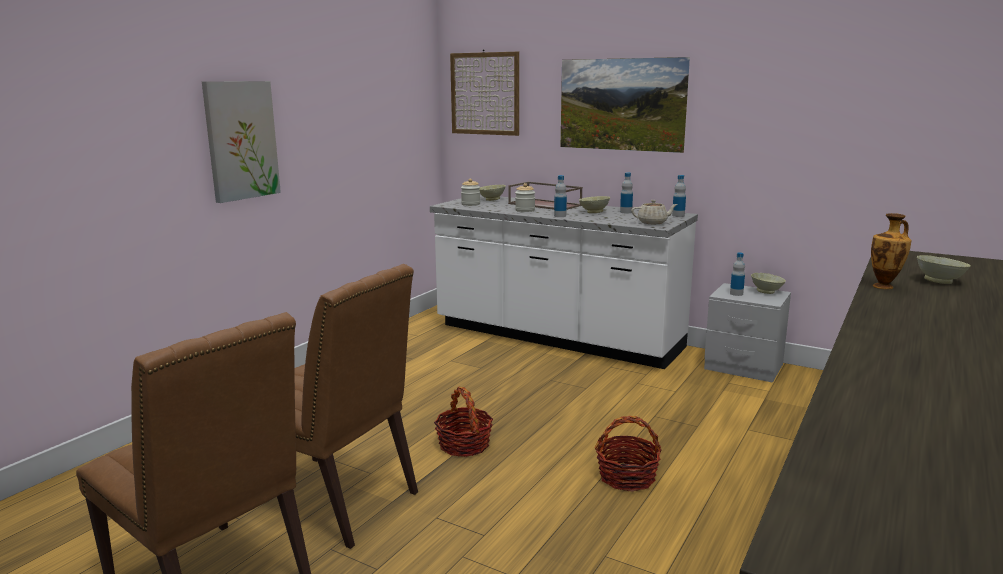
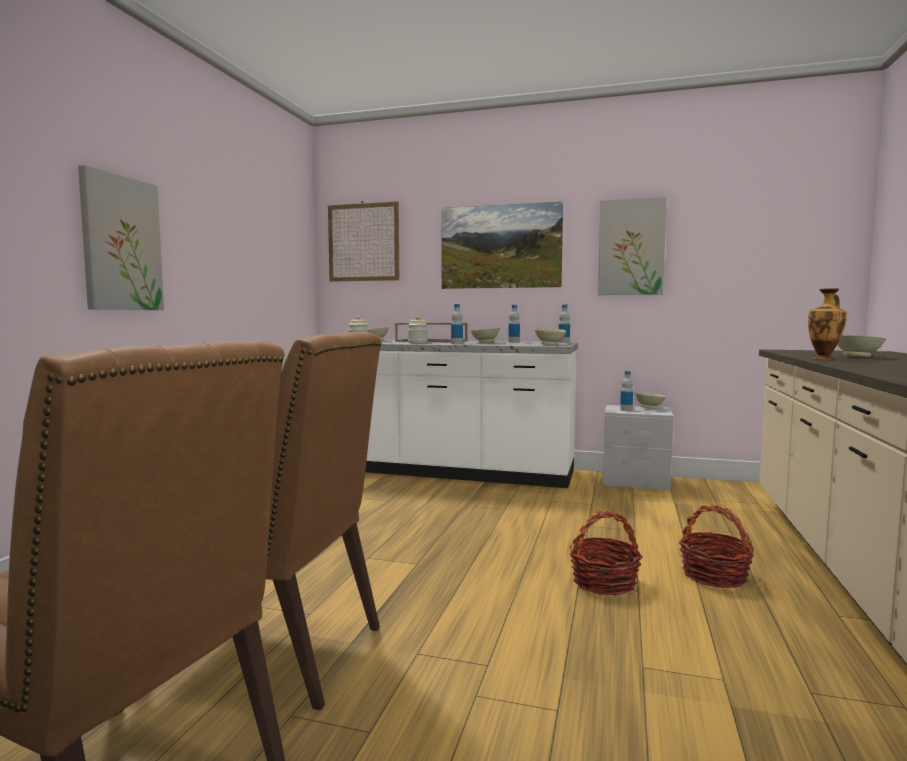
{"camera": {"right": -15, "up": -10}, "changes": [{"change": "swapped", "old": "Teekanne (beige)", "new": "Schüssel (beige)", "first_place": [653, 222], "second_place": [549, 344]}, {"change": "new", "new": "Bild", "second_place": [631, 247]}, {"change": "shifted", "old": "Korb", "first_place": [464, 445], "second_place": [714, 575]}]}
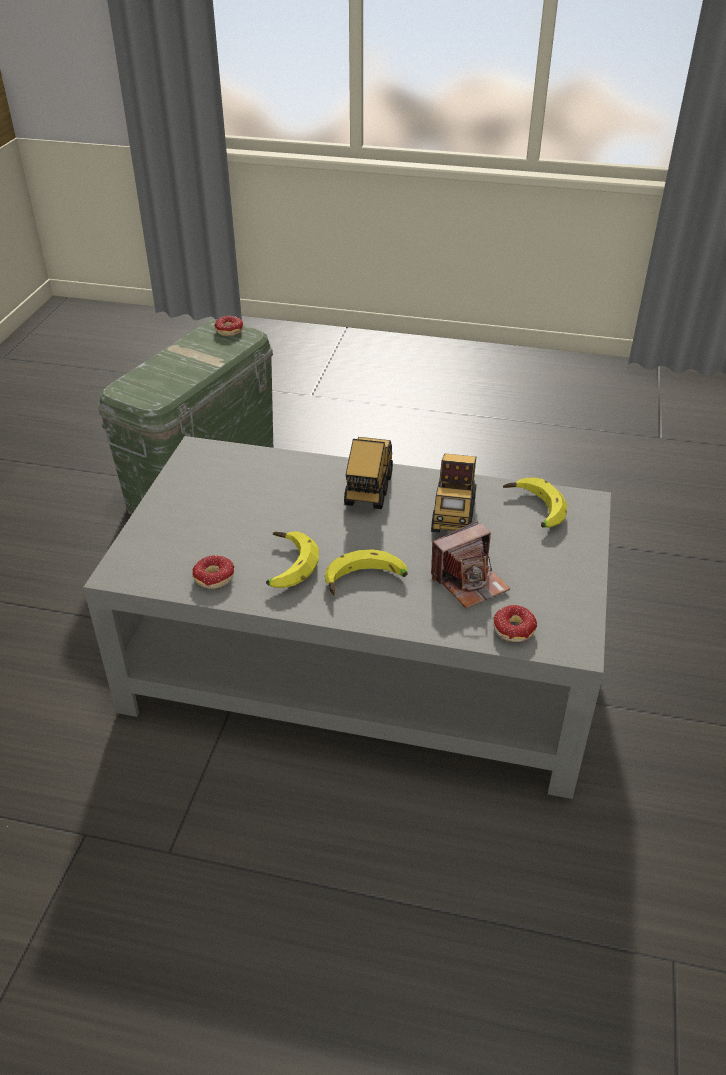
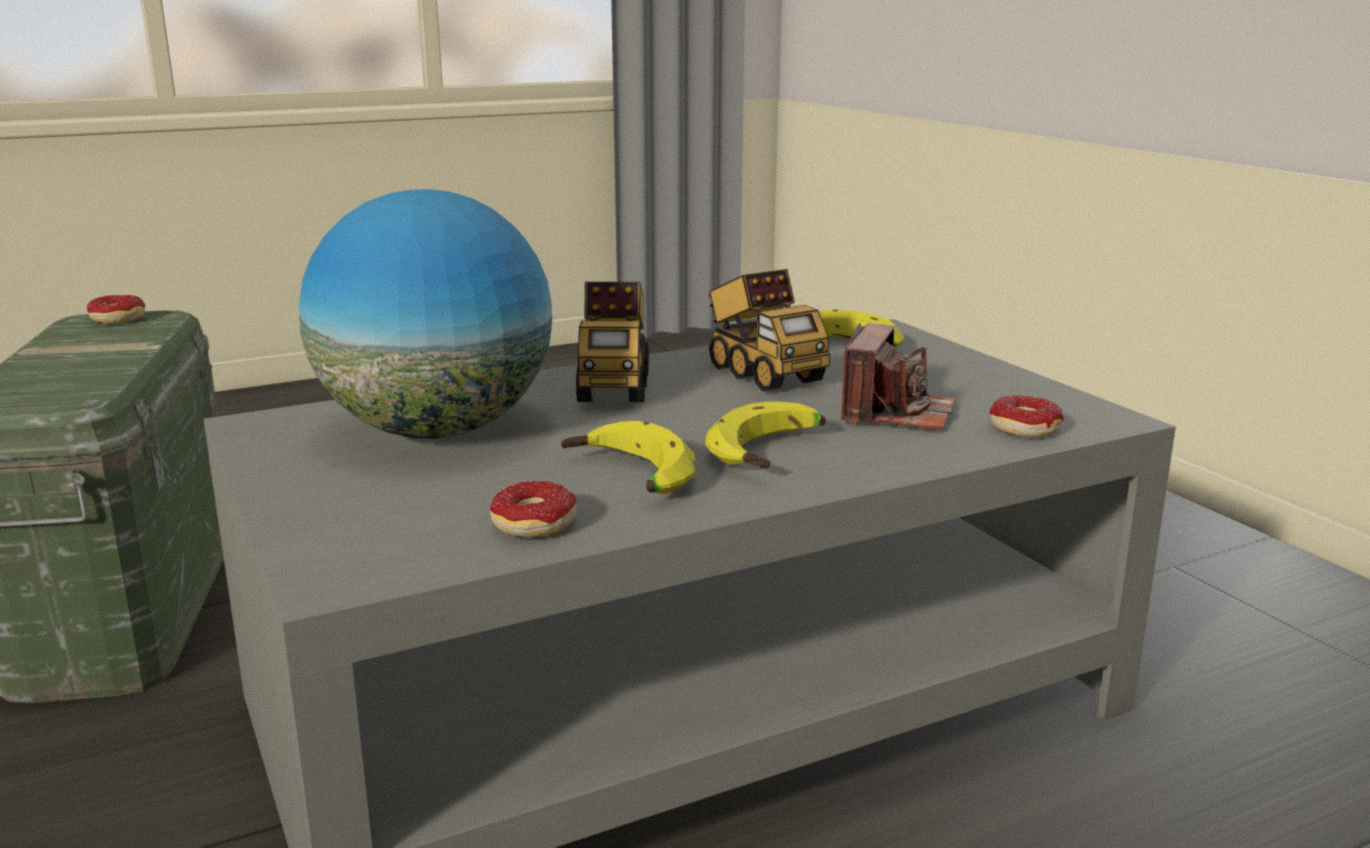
{"camera": {"right": -40, "up": -20}, "changes": [{"change": "new", "new": "Globus", "second_place": [436, 430]}, {"change": "rotated", "old": "Spielzeuglaster", "first_place": [368, 491], "second_place": [614, 387], "degrees": -150}]}
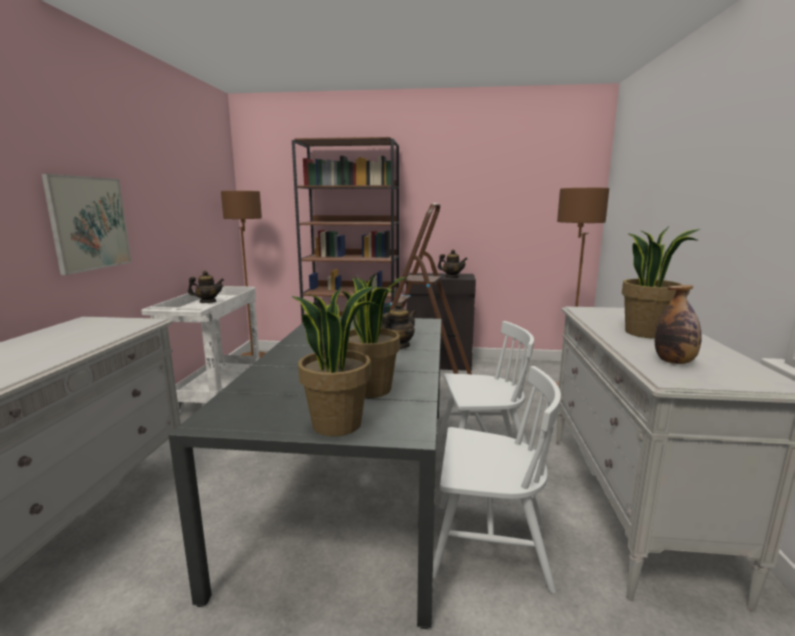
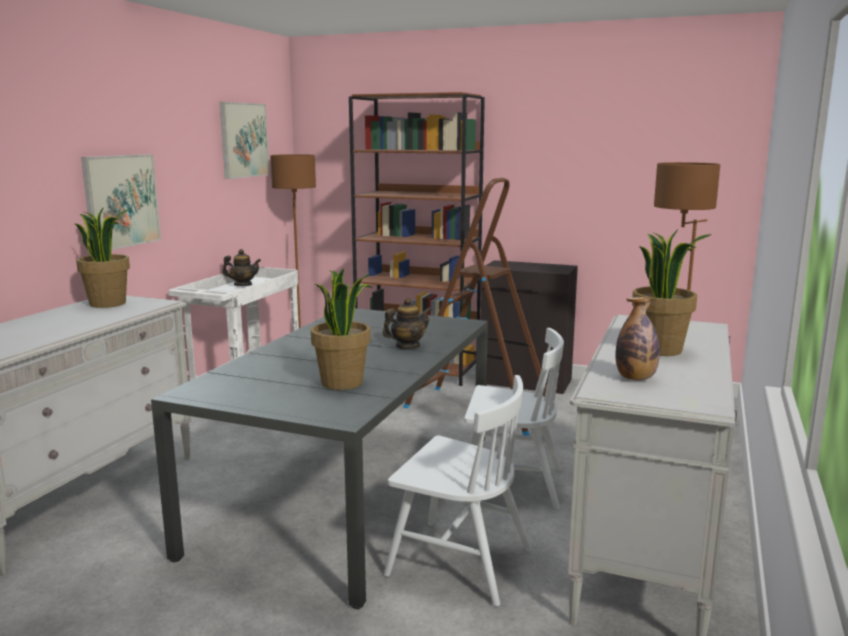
{"camera": {"right": 15, "up": 0}, "changes": [{"change": "shifted", "old": "Topfpflanze", "first_place": [337, 424], "second_place": [108, 303]}, {"change": "new", "new": "Bild", "second_place": [244, 140]}, {"change": "gone", "old": "Teekanne", "first_place": [452, 277]}]}
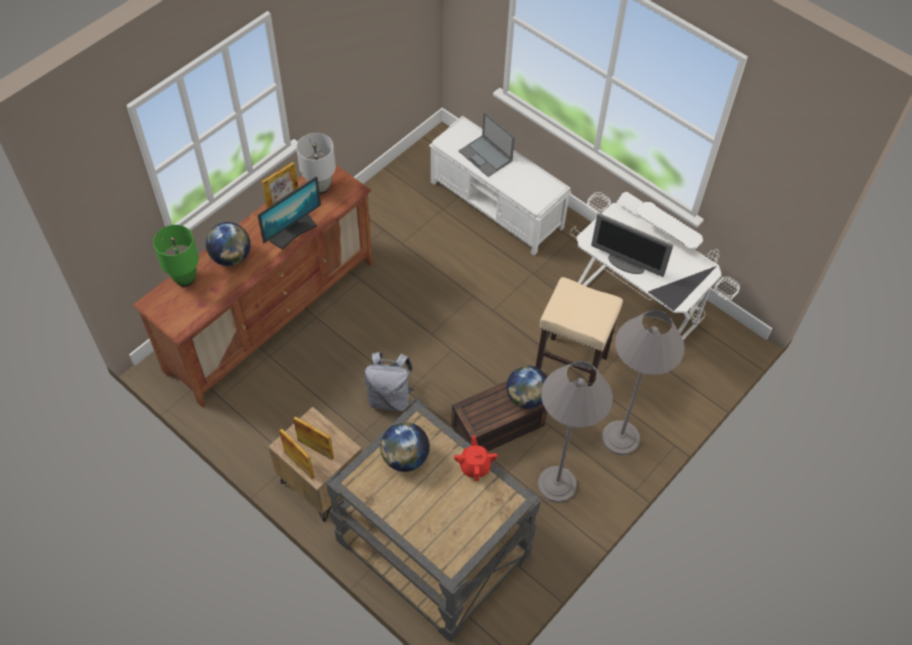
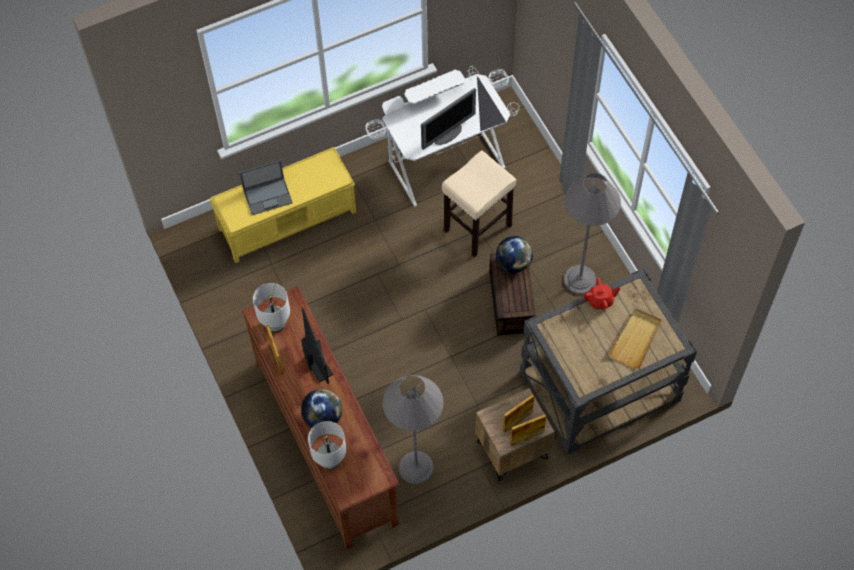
{"camera": {"right": -65, "up": 5}, "changes": [{"change": "repainted", "old": "Bank (weiß)", "new": "Bank (gelb)", "first_place": [497, 205], "second_place": [288, 219]}, {"change": "repainted", "old": "Tischlampe (grün)", "new": "Tischlampe (weiß)", "first_place": [185, 278], "second_place": [330, 460]}, {"change": "shifted", "old": "Stehlampe (grau)", "first_place": [620, 438], "second_place": [416, 467]}, {"change": "rotated", "old": "Teekanne (rot)", "first_place": [475, 466], "second_place": [600, 300], "degrees": 150}, {"change": "new", "new": "Tablett (beige)", "second_place": [636, 339]}, {"change": "gone", "old": "Rucksack (grau)", "first_place": [389, 397]}, {"change": "gone", "old": "Globus", "first_place": [405, 458]}]}
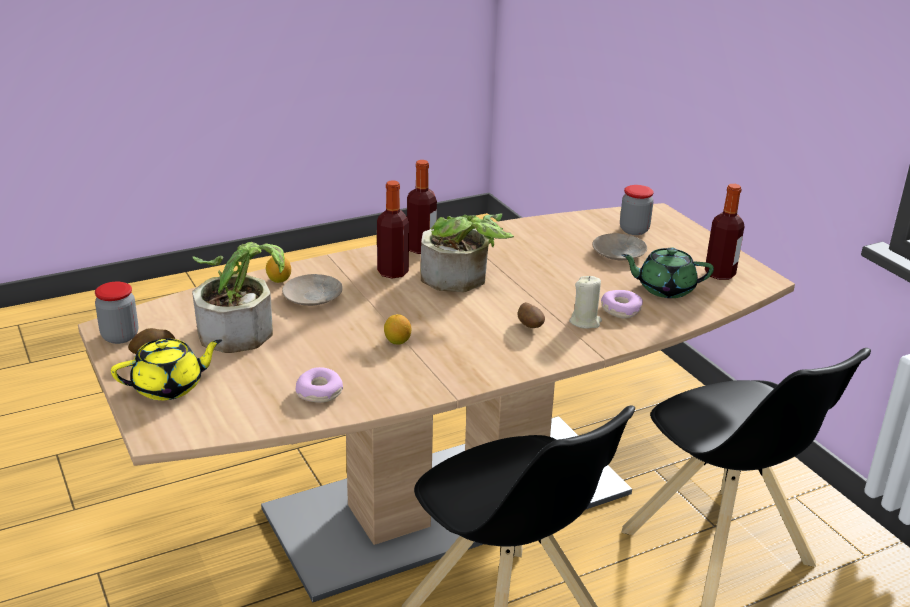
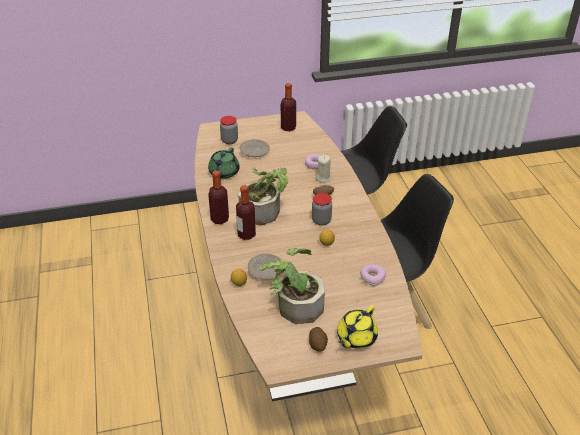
{"camera": {"right": -75, "up": 10}, "changes": [{"change": "shifted", "old": "Teekanne (grün)", "first_place": [664, 289], "second_place": [223, 173]}, {"change": "shifted", "old": "Vorratsglas", "first_place": [120, 336], "second_place": [321, 220]}, {"change": "rotated", "old": "Teekanne (gelb)", "first_place": [169, 387], "second_place": [356, 338], "degrees": -135}]}
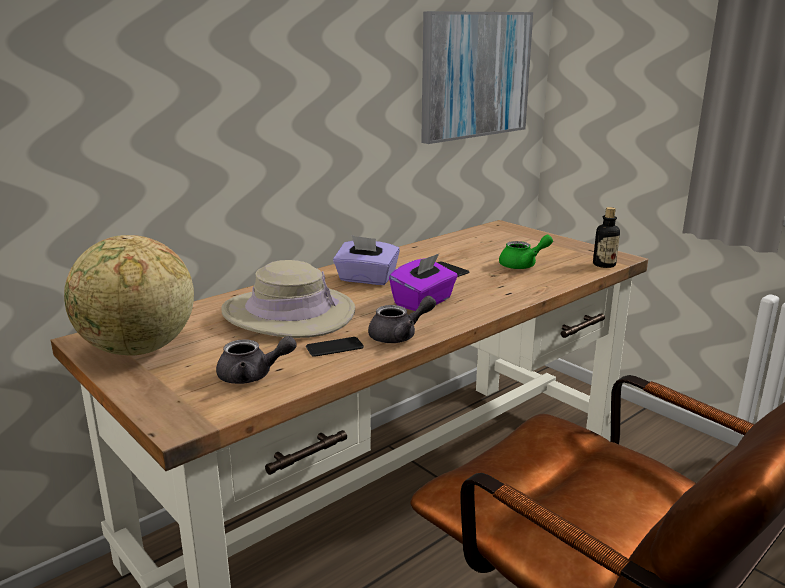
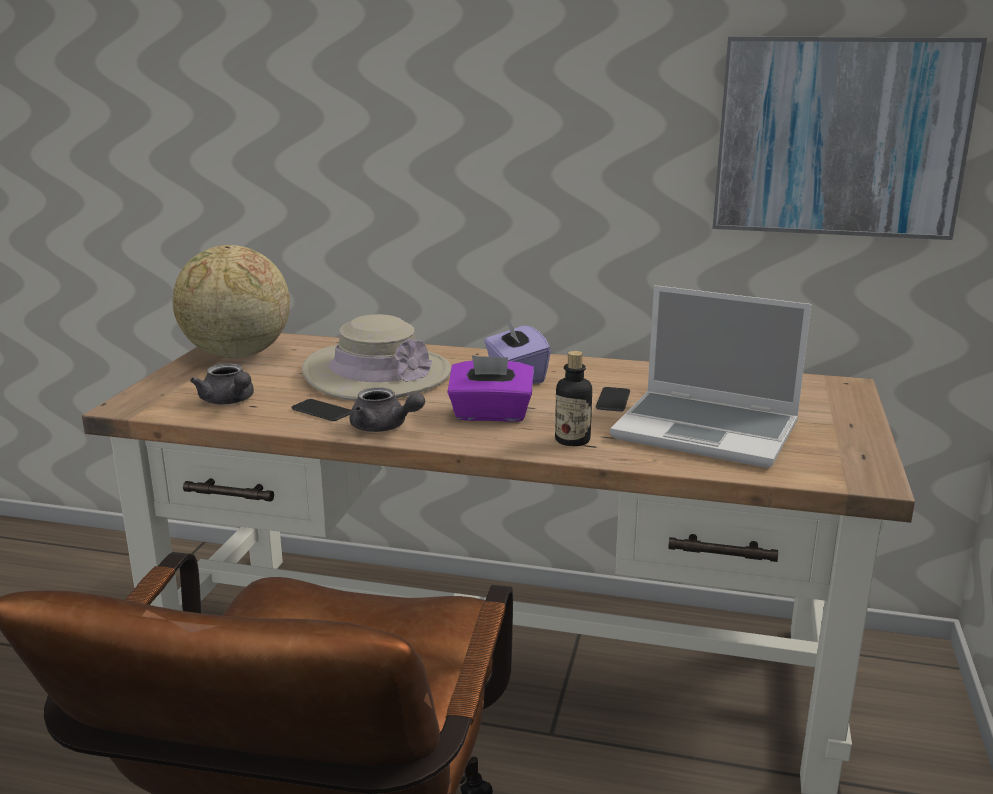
{"camera": {"right": 55, "up": 0}, "changes": [{"change": "shifted", "old": "Flasche", "first_place": [604, 265], "second_place": [572, 440]}, {"change": "swapped", "old": "Teekanne (grün)", "new": "Laptop", "first_place": [523, 265], "second_place": [708, 431]}]}
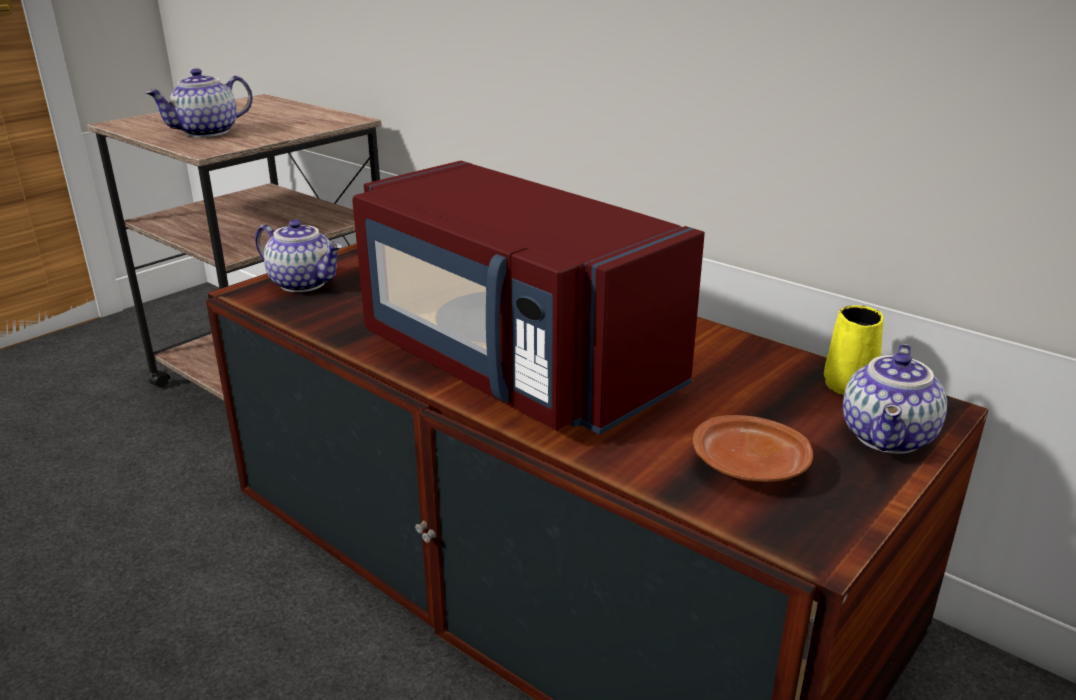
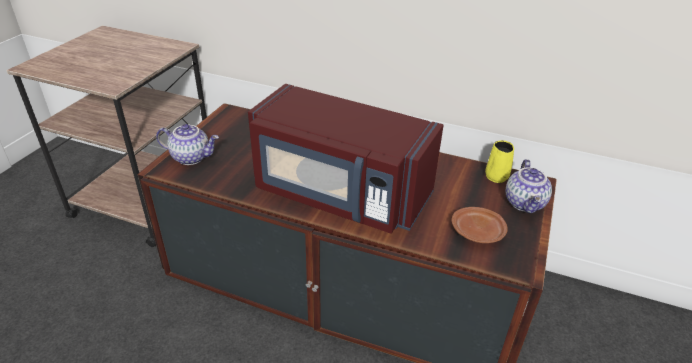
{"camera": {"right": -20, "up": 10}, "changes": [{"change": "gone", "old": "Teekanne", "first_place": [207, 133]}]}
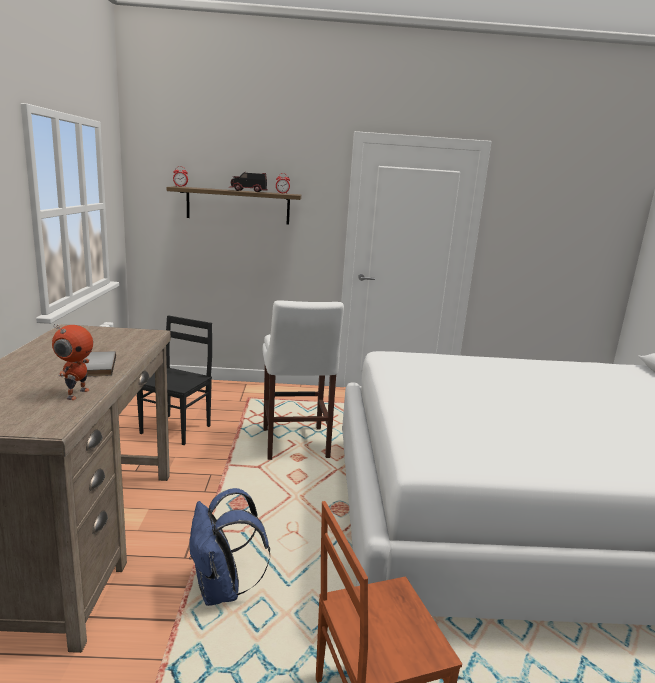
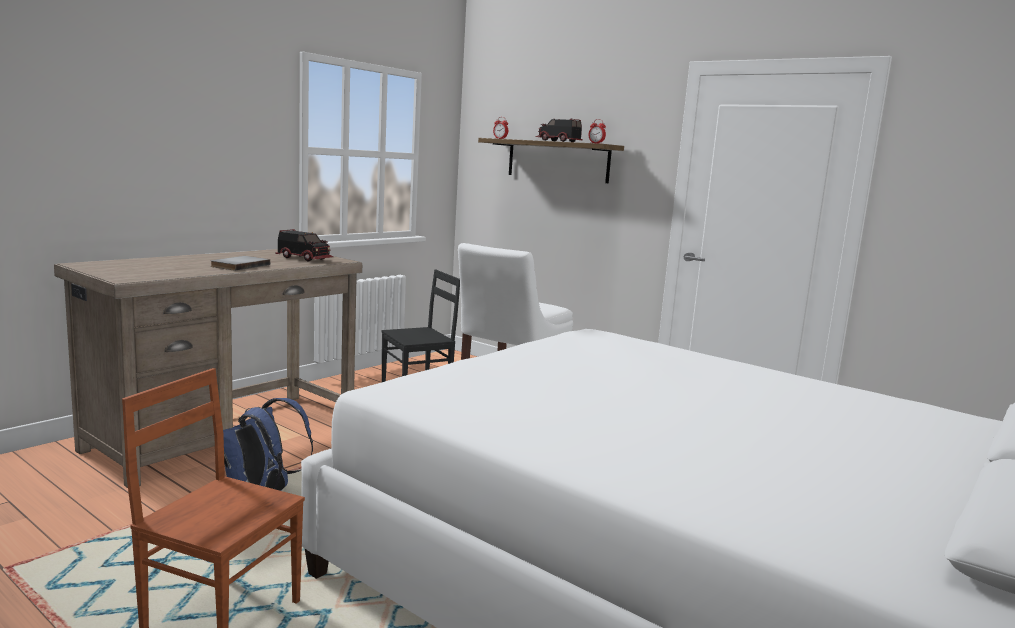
{"camera": {"right": 40, "up": -5}, "changes": [{"change": "new", "new": "Spielzeuglaster", "second_place": [304, 258]}, {"change": "gone", "old": "Spielzeugroboter", "first_place": [76, 394]}]}
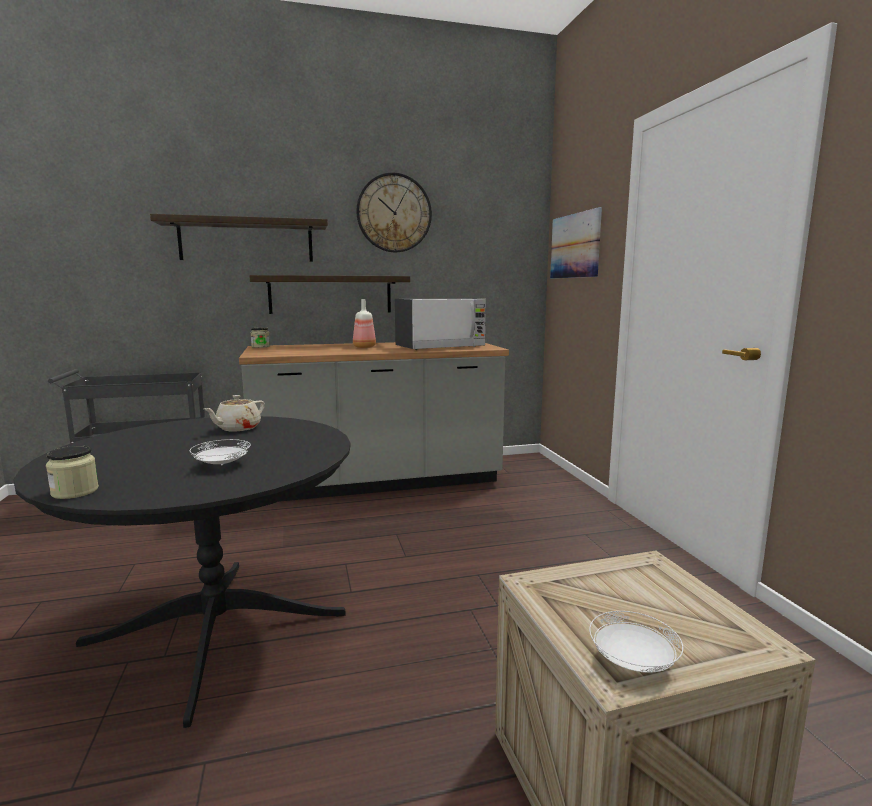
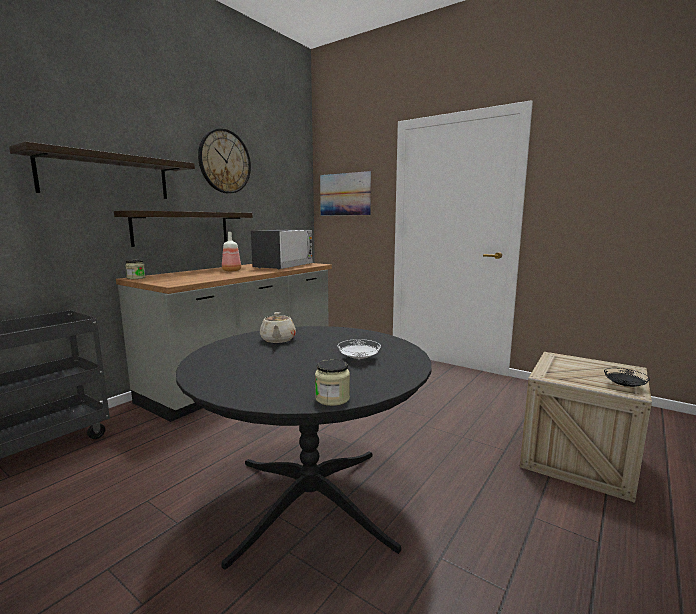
{"camera": {"right": -40, "up": 0}, "changes": [{"change": "repainted", "old": "Teller (weiß)", "new": "Teller (schwarz)", "first_place": [632, 662], "second_place": [624, 386]}]}
